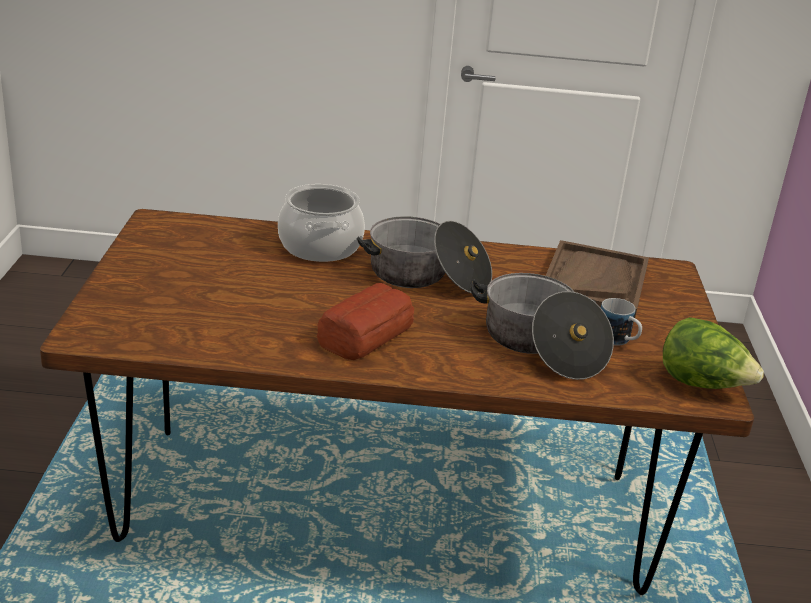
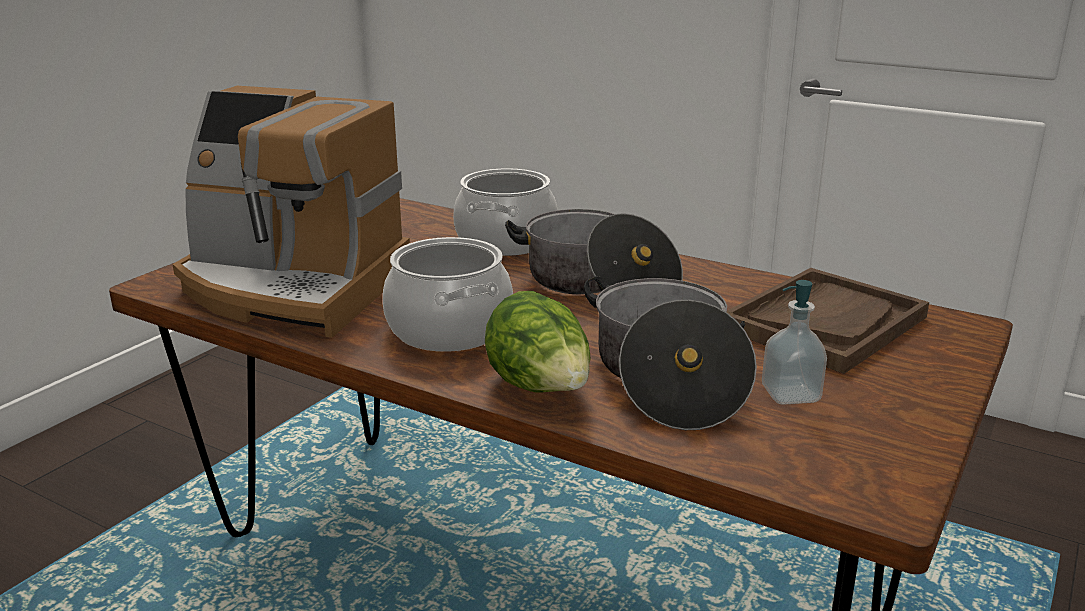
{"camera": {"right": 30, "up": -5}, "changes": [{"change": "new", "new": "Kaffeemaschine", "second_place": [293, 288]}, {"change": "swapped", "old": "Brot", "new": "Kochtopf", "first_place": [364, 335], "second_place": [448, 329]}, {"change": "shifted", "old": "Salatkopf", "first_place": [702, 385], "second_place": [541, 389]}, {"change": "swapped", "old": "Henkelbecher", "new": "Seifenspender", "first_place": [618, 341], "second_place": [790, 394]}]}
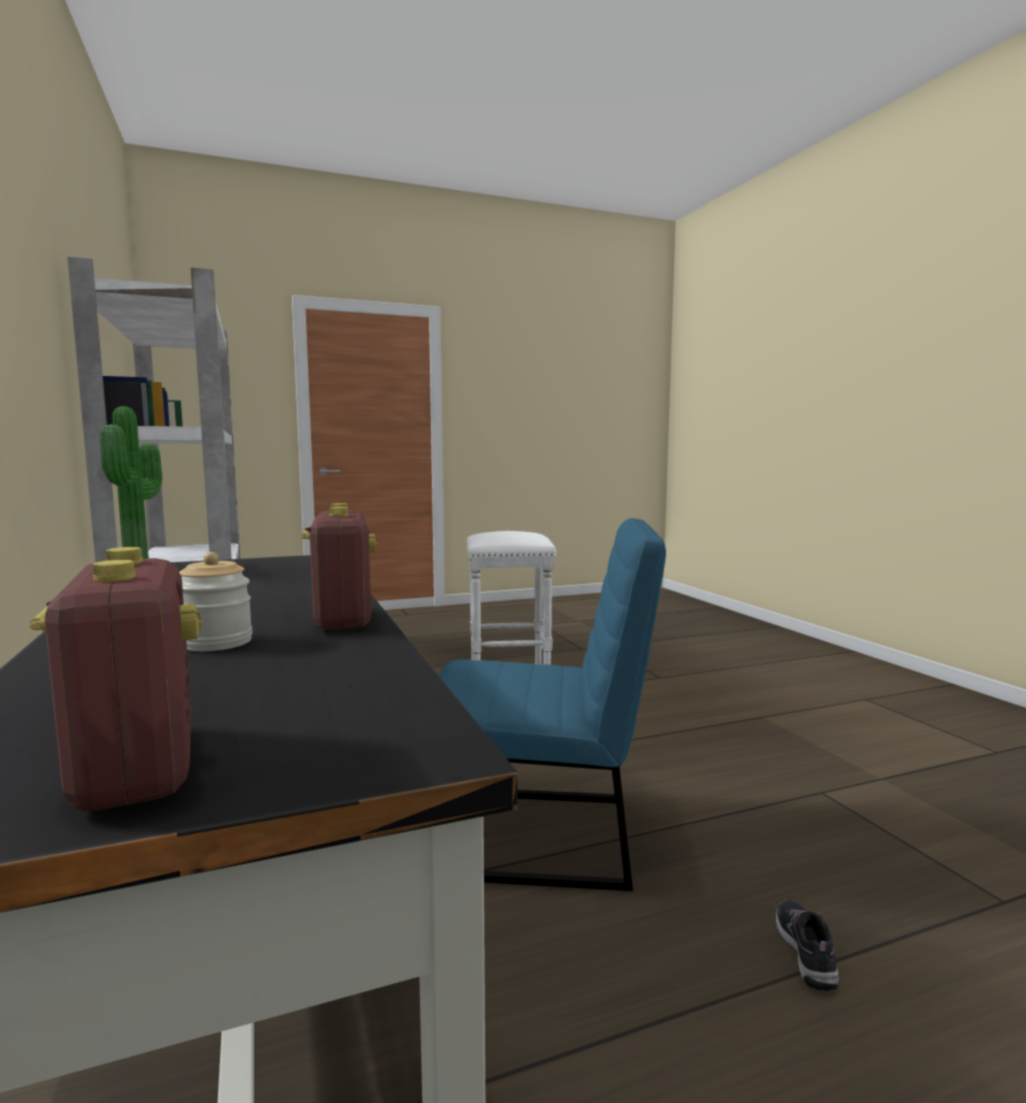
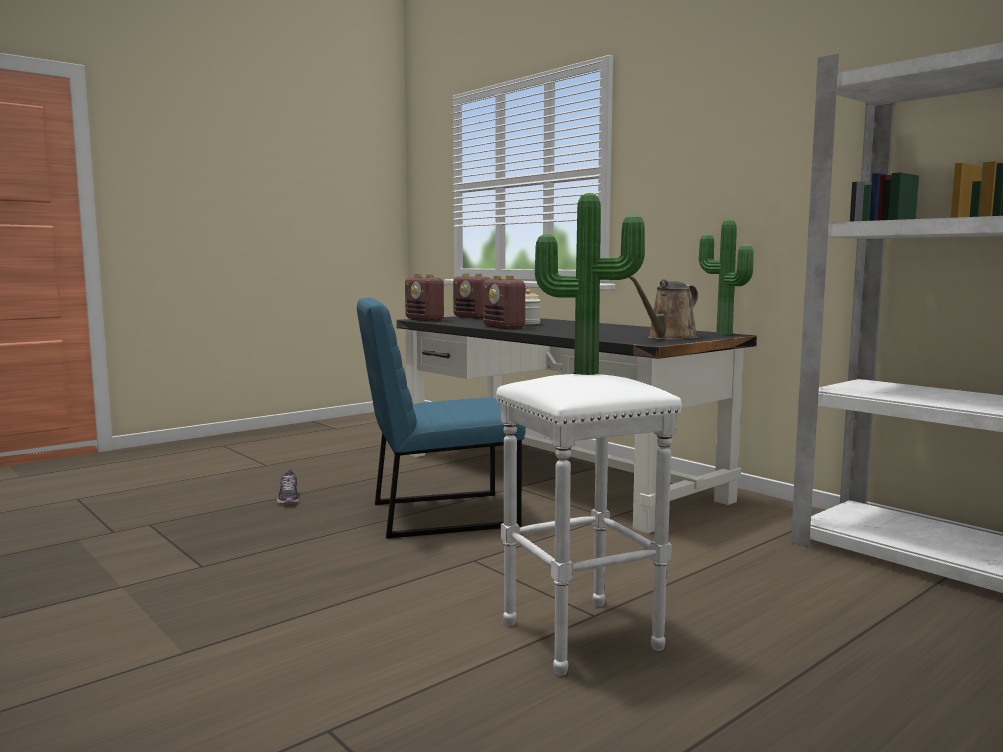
{"camera": {"right": 160, "up": 0}, "changes": [{"change": "new", "new": "Radio", "second_place": [425, 320]}, {"change": "new", "new": "Topfpflanze", "second_place": [586, 372]}, {"change": "new", "new": "Gießkanne (braun)", "second_place": [669, 338]}]}
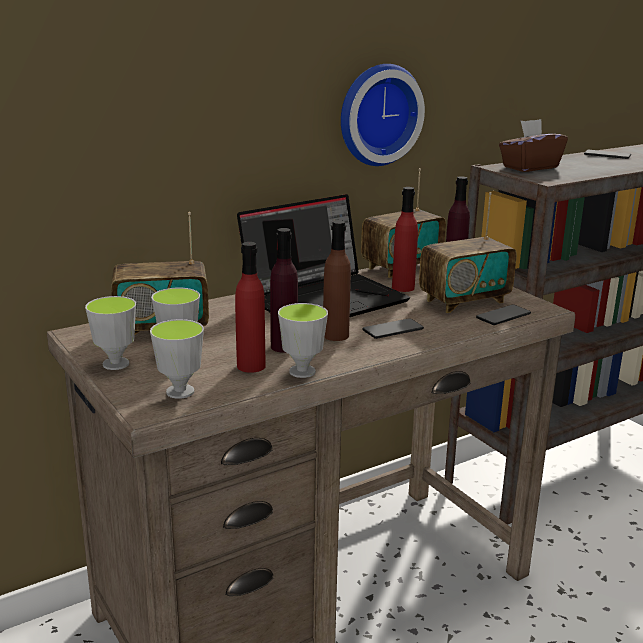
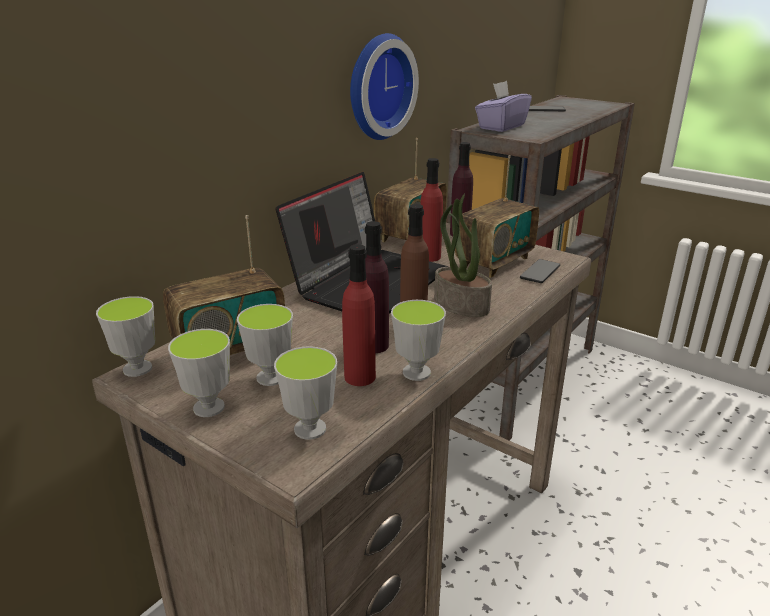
{"camera": {"right": -20, "up": 5}, "changes": [{"change": "new", "new": "Tasse", "second_place": [137, 369]}, {"change": "swapped", "old": "Handy", "new": "Topfpflanze", "first_place": [393, 330], "second_place": [460, 305]}, {"change": "repainted", "old": "Taschentuchbox (braun)", "new": "Taschentuchbox (lila)", "first_place": [529, 167], "second_place": [501, 127]}]}
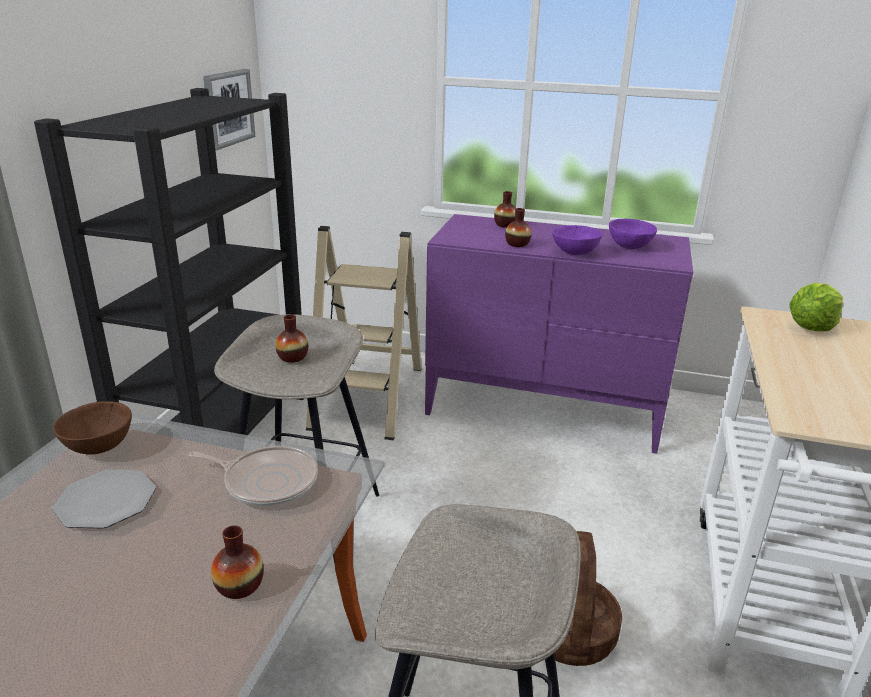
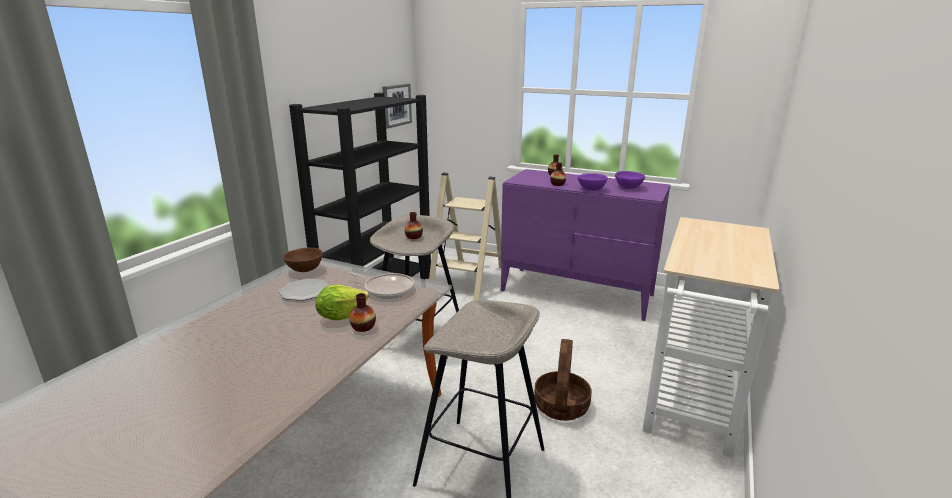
{"camera": {"right": 10, "up": -5}, "changes": [{"change": "shifted", "old": "Salatkopf", "first_place": [811, 327], "second_place": [341, 316]}]}
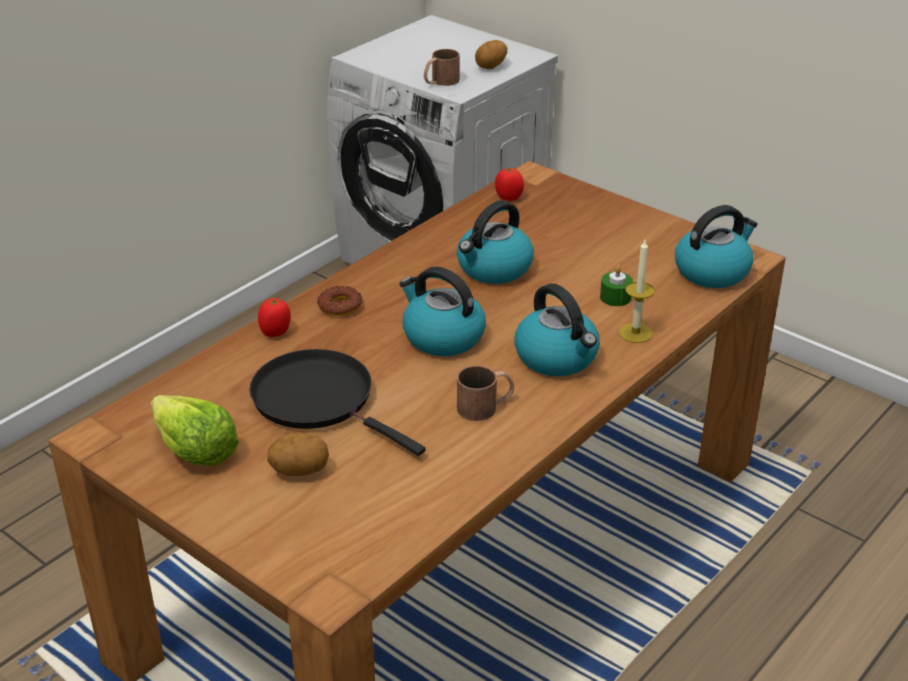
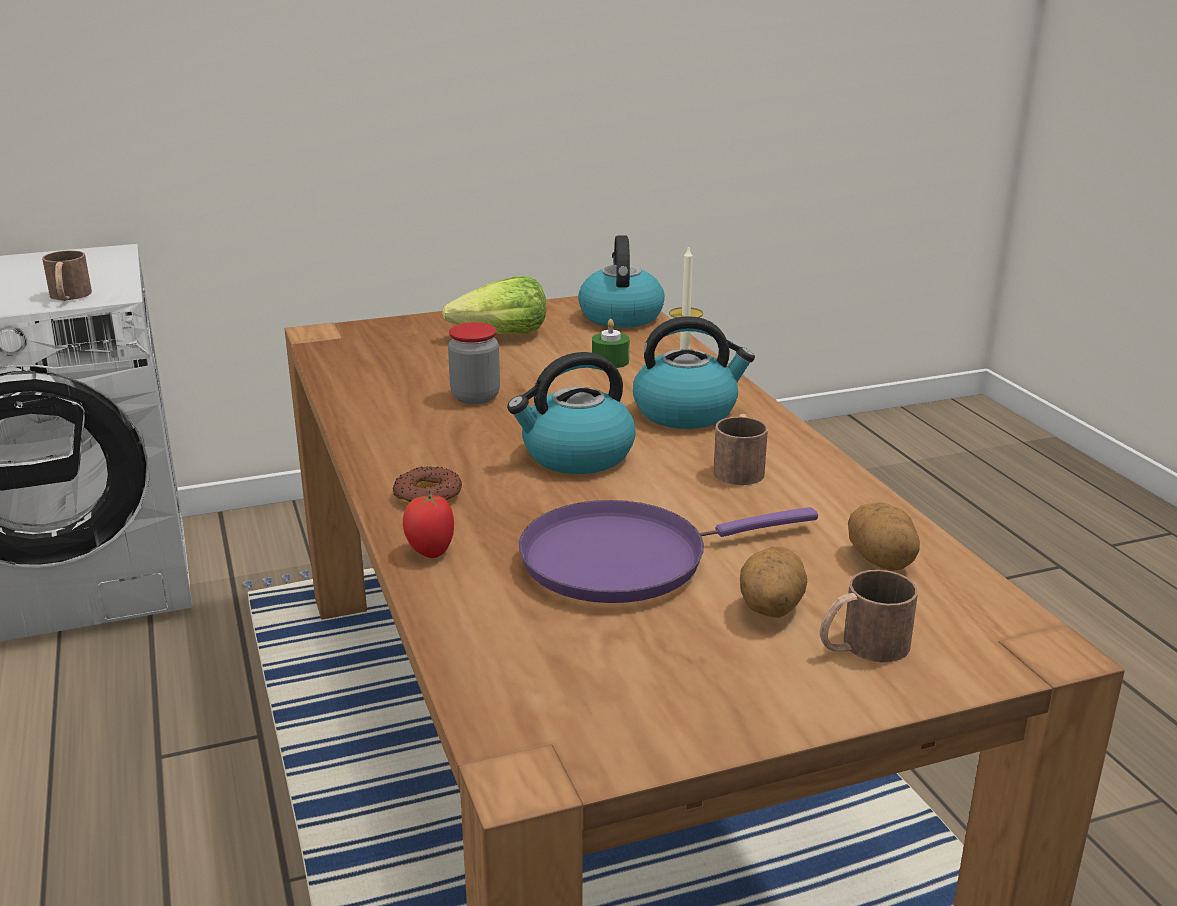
{"camera": {"right": -60, "up": -10}, "changes": [{"change": "shifted", "old": "Salatkopf", "first_place": [194, 450], "second_place": [501, 336]}, {"change": "swapped", "old": "Wasserkessel", "new": "Vorratsglas", "first_place": [493, 269], "second_place": [475, 397]}, {"change": "repainted", "old": "Pfanne (schwarz)", "new": "Pfanne (lila)", "first_place": [319, 400], "second_place": [625, 559]}, {"change": "new", "new": "Henkelbecher (braun)", "second_place": [861, 646]}, {"change": "shifted", "old": "Kartoffel", "first_place": [491, 67], "second_place": [881, 561]}, {"change": "gone", "old": "Tomate", "first_place": [508, 198]}]}
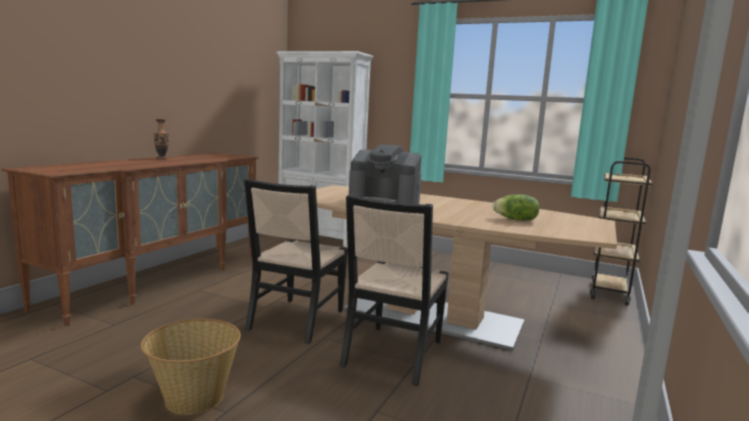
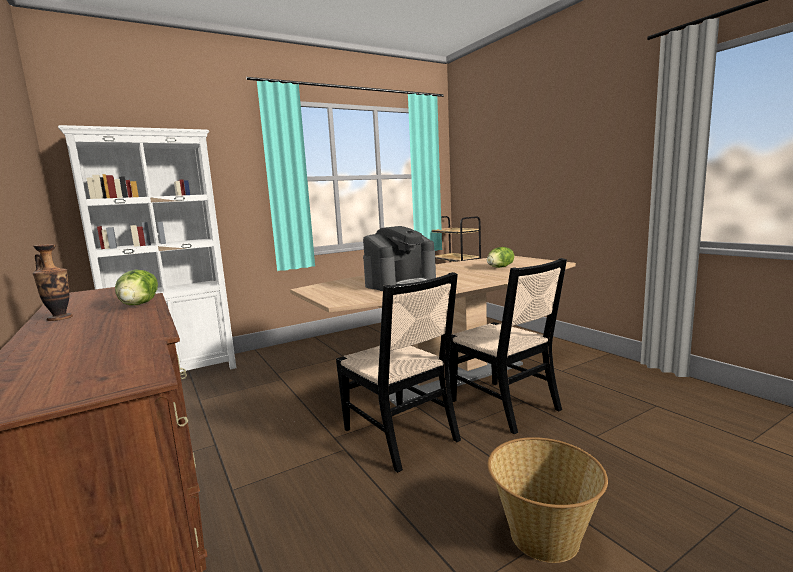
{"camera": {"right": -55, "up": 0}, "changes": [{"change": "new", "new": "Salatkopf", "second_place": [140, 304]}]}
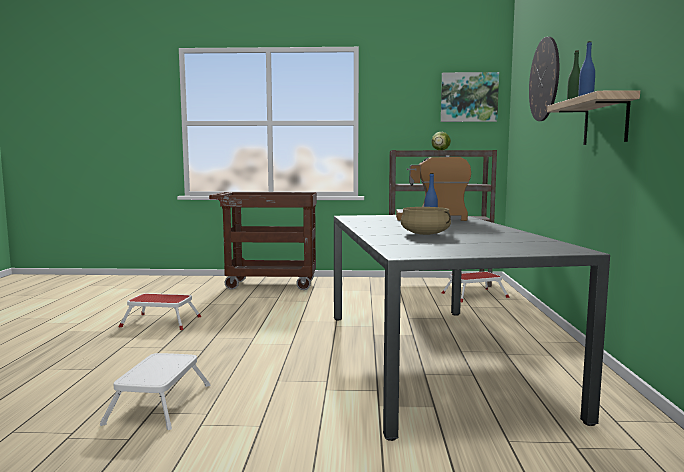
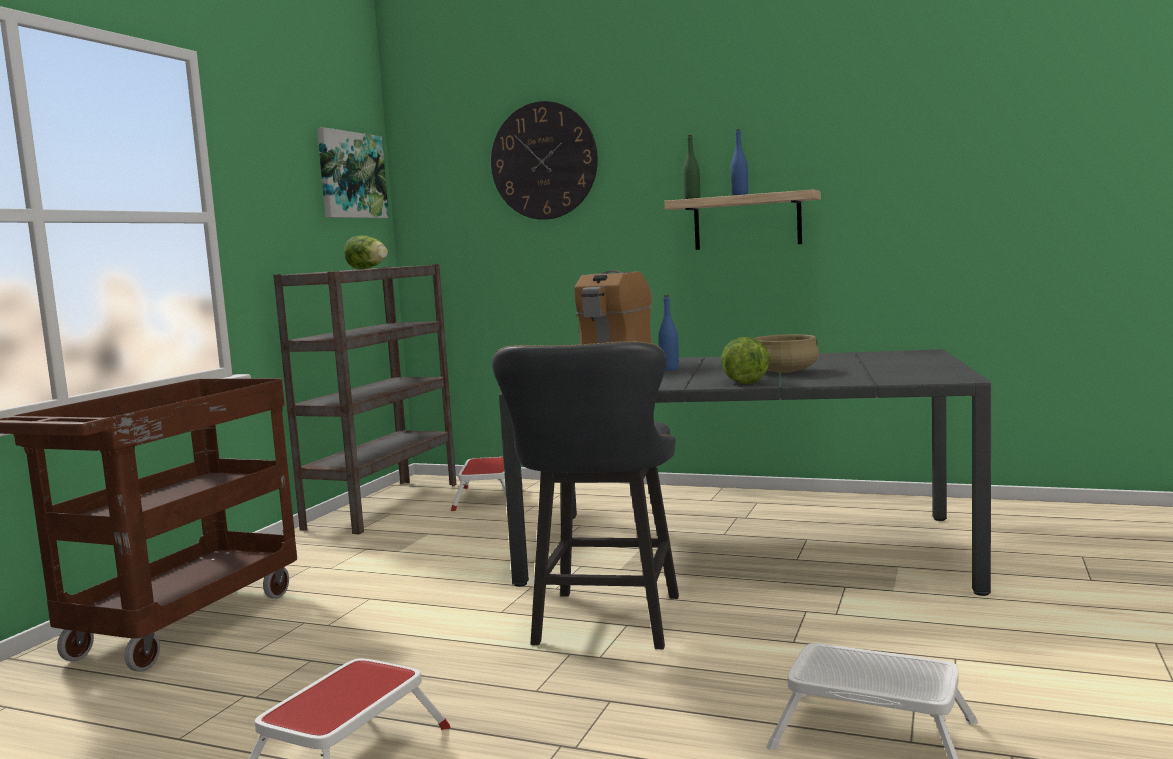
{"camera": {"right": -70, "up": 0}, "changes": [{"change": "new", "new": "Hocker (grau)", "second_place": [604, 628]}, {"change": "new", "new": "Salatkopf", "second_place": [742, 381]}]}
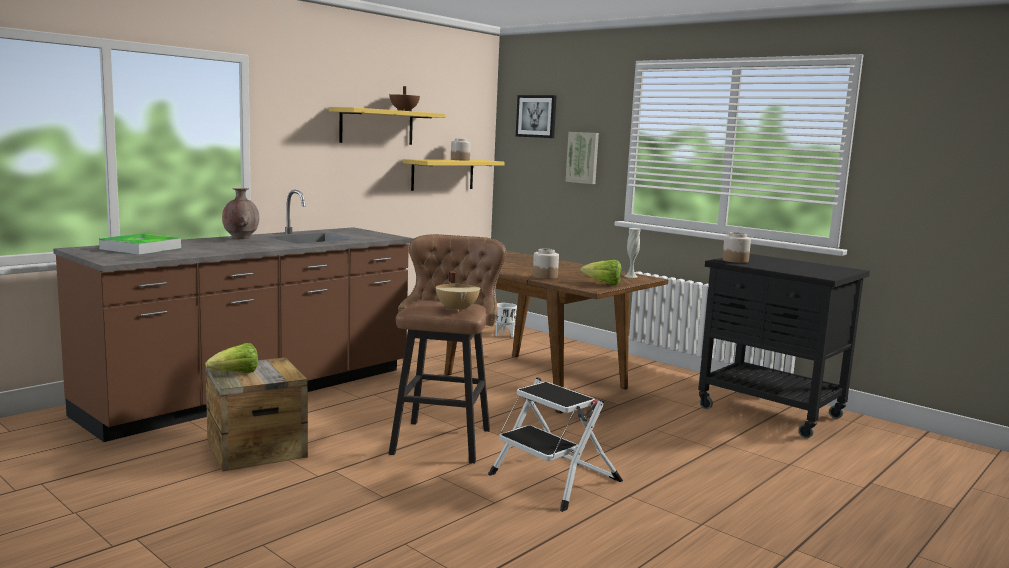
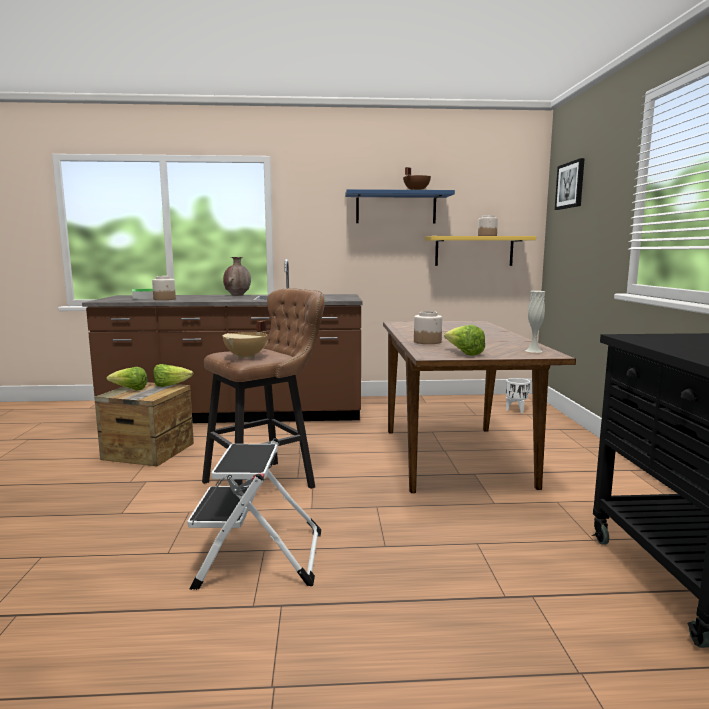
{"camera": {"right": 45, "up": 0}, "changes": [{"change": "shifted", "old": "Vorratsglas", "first_place": [735, 260], "second_place": [165, 299]}, {"change": "new", "new": "Salatkopf", "second_place": [170, 386]}, {"change": "repainted", "old": "Wandregal (gelb)", "new": "Wandregal (blau)", "first_place": [377, 126], "second_place": [396, 208]}, {"change": "gone", "old": "Bild", "first_place": [583, 157]}]}
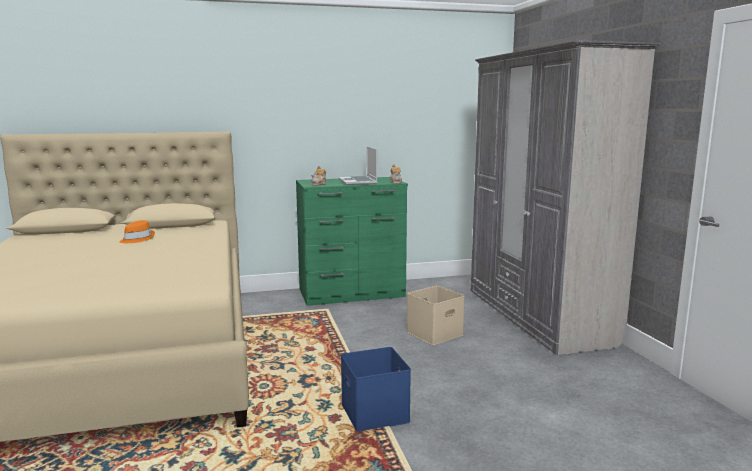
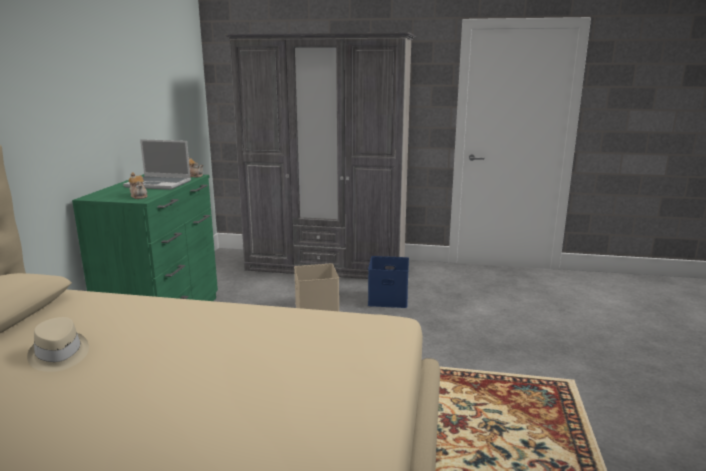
{"camera": {"right": -65, "up": 5}, "changes": [{"change": "repainted", "old": "Hut (orange)", "new": "Hut (beige)", "first_place": [137, 239], "second_place": [58, 355]}, {"change": "shifted", "old": "Aufbewahrungsbox (blau)", "first_place": [376, 413], "second_place": [389, 298]}]}
